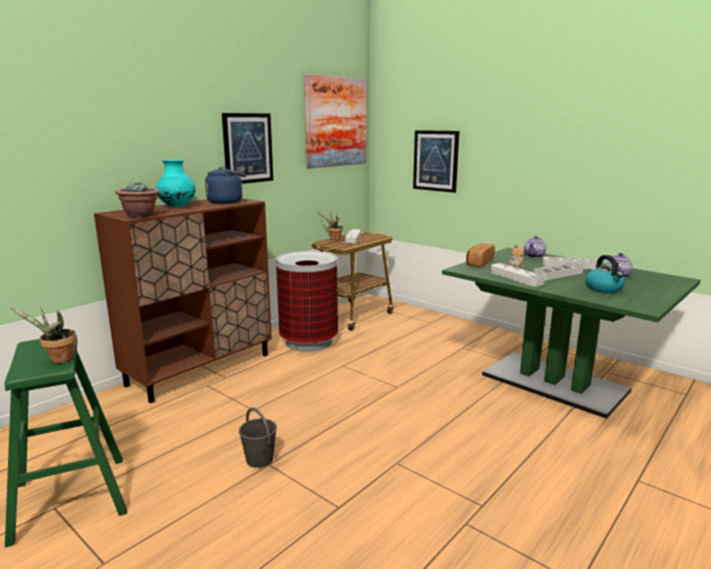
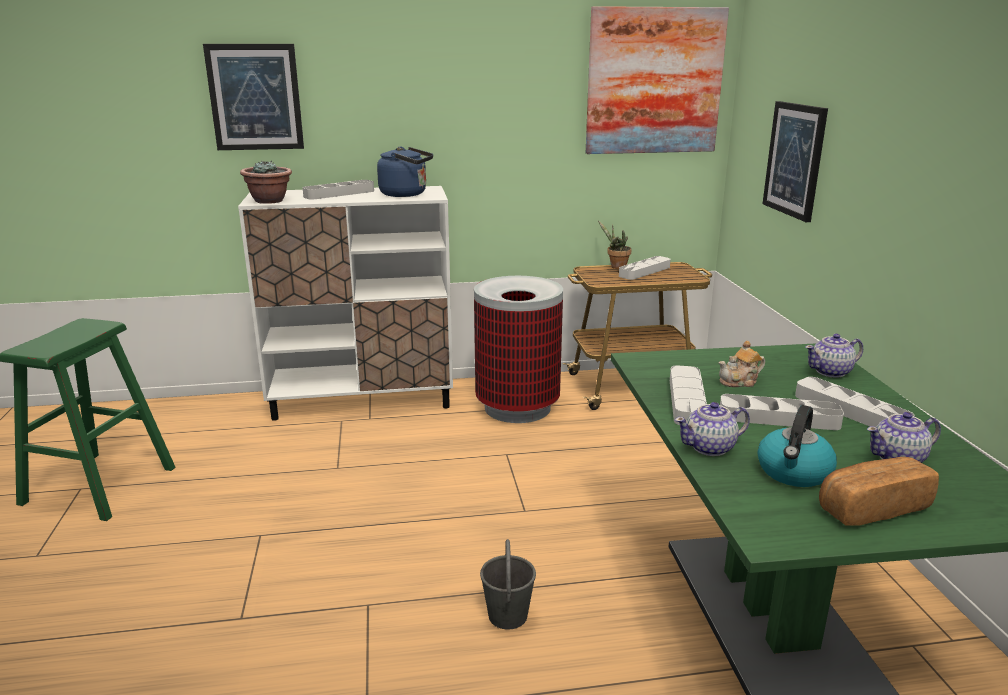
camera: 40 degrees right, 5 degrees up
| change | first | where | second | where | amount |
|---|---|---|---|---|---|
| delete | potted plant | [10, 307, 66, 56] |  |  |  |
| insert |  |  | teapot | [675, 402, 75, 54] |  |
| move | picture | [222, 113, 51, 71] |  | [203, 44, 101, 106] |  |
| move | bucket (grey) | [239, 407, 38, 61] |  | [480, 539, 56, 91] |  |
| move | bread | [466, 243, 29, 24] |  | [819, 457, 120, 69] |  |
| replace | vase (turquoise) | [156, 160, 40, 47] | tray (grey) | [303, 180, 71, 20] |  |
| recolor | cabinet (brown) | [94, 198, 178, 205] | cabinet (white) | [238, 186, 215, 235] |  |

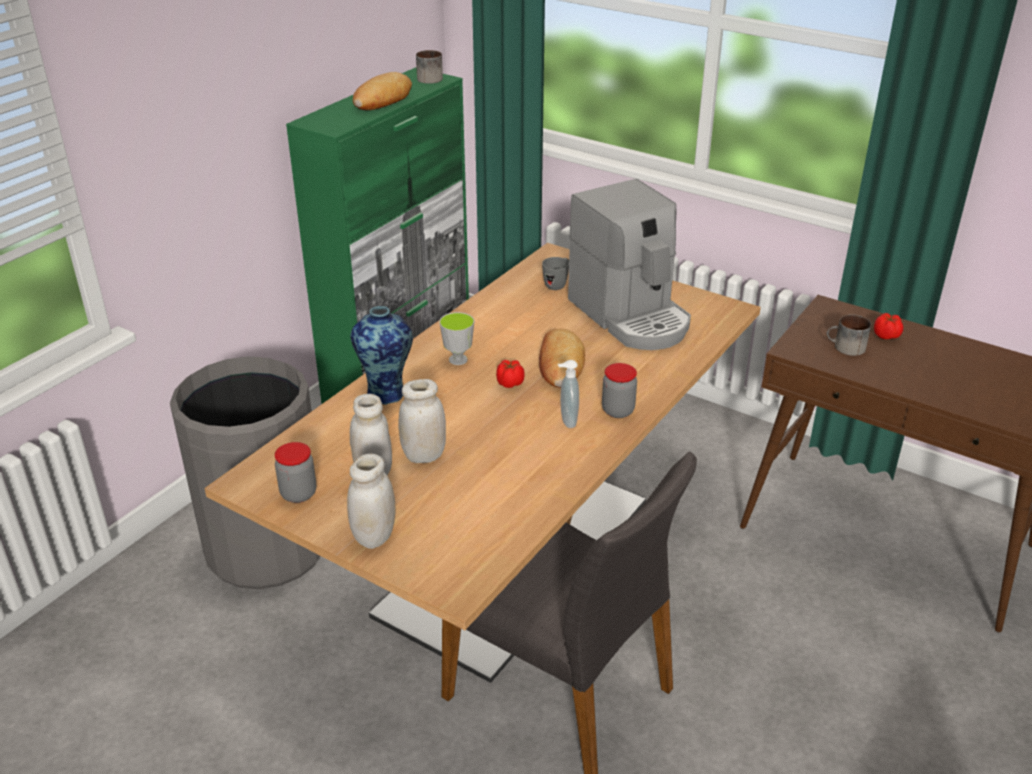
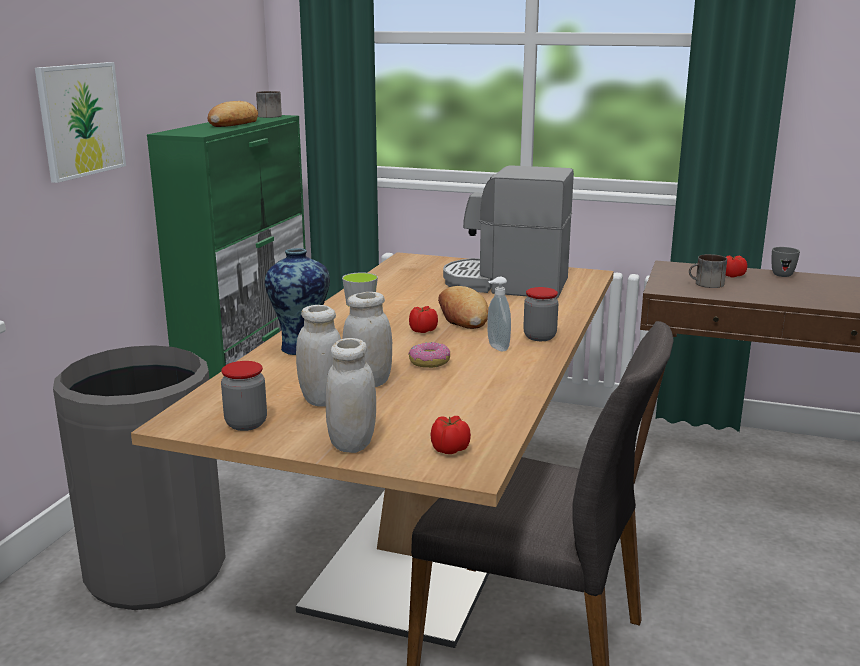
camera: 15 degrees left, 15 degrees down
| change | first | where | second | where | amount |
|---|---|---|---|---|---|
| insert |  |  | picture | [35, 62, 91, 121] |  |
| insert |  |  | donut | [408, 342, 42, 26] |  |
| insert |  |  | tomato | [430, 416, 41, 38] |  |
| move | mug (grey) | [542, 257, 27, 33] |  | [772, 247, 28, 30] |  |
| rotate | coffee machine | [568, 179, 123, 171] |  | [443, 165, 131, 134] | 150 degrees clockwise |

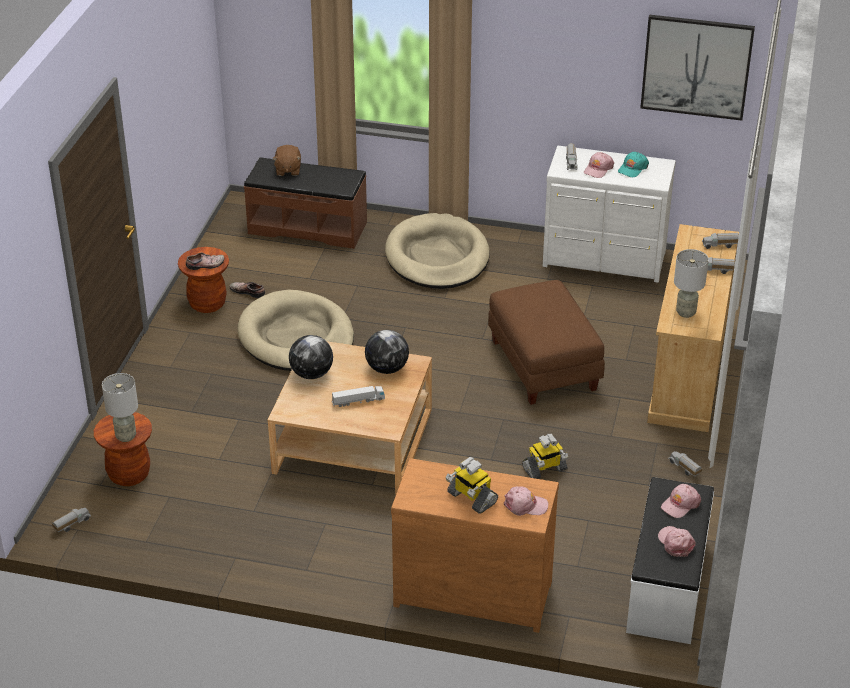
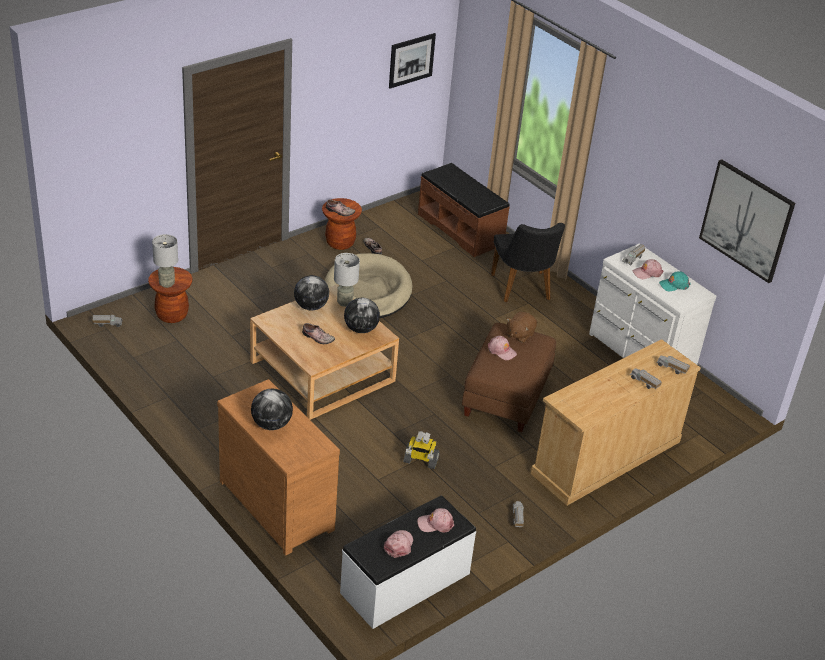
camera: 35 degrees right, 0 degrees up
| change | first | where | second | where | amount |
|---|---|---|---|---|---|
| insert |  |  | picture | [389, 33, 47, 55] |  |
| move | plush toy (brown) | [272, 145, 29, 31] |  | [506, 312, 31, 31] |  |
| move | cap (pink) | [504, 486, 45, 30] |  | [488, 336, 29, 24] |  |
| move | table lamp (grey) | [674, 249, 35, 69] |  | [334, 253, 26, 54] |  |
| replace | toy truck | [332, 386, 53, 21] | shoe | [302, 323, 33, 21] |  |
| replace | dog bed (beige) | [385, 213, 105, 76] | chair (black) | [491, 223, 74, 79] |  |
| replace | toy robot | [446, 457, 52, 57] | globe | [251, 389, 42, 41] |  |

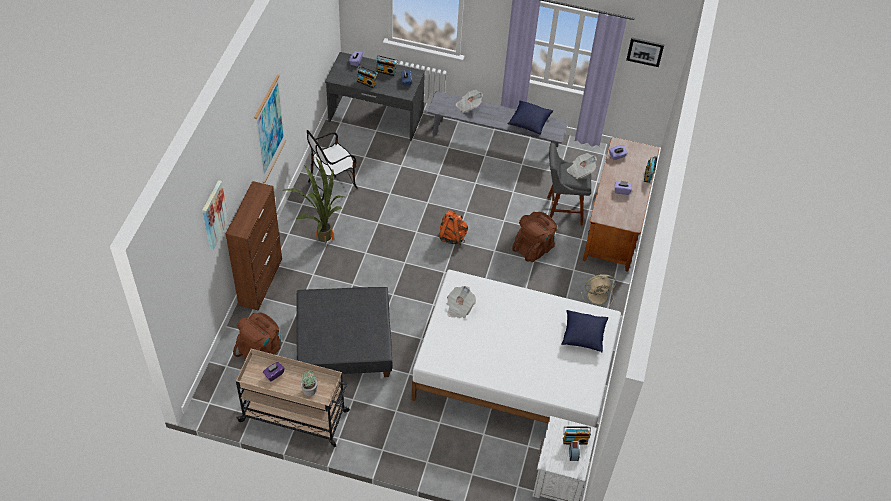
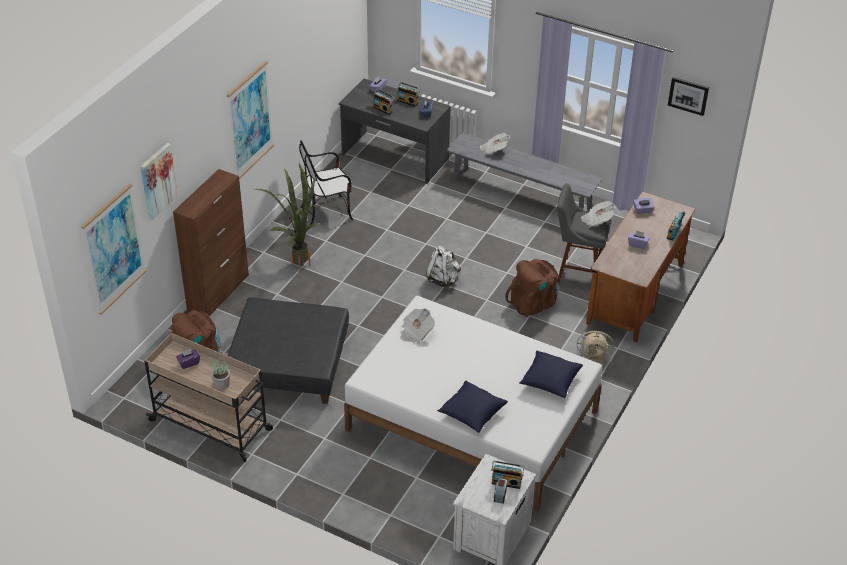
camera: 15 degrees right, 10 degrees down
| change | first | where | second | where | amount |
|---|---|---|---|---|---|
| insert |  |  | picture | [81, 184, 65, 131] |  |
| move | pillow (blue) | [507, 100, 46, 35] |  | [437, 380, 71, 53] |  |
| recolor | backpack (orange) | [438, 210, 30, 35] | backpack (white) | [426, 246, 35, 42] |  |

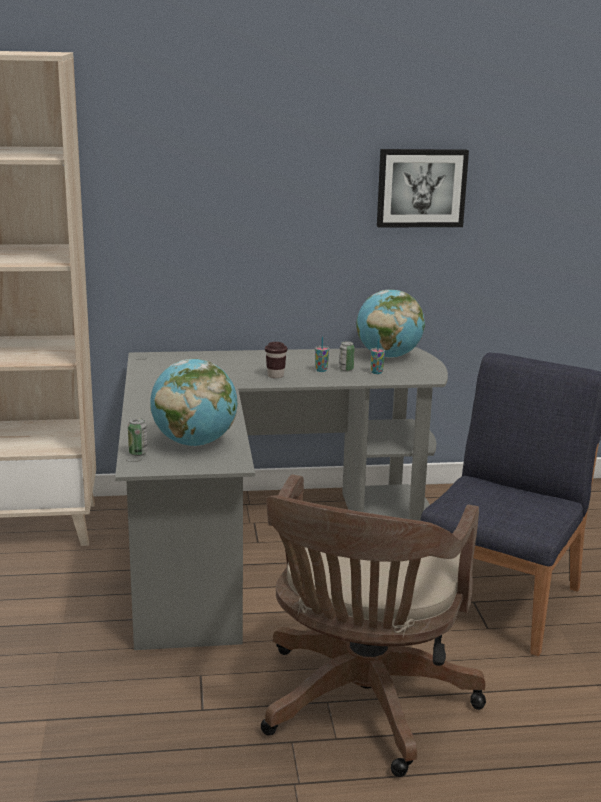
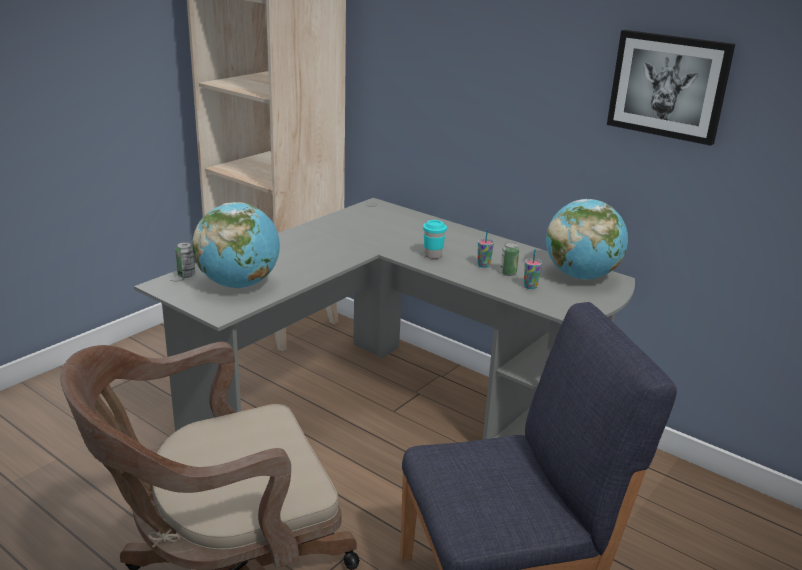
camera: 45 degrees right, 5 degrees up
| change | first | where | second | where | amount |
|---|---|---|---|---|---|
| recolor | cup (brown) | [265, 342, 22, 36] | cup (turquoise) | [423, 220, 24, 39] |  |

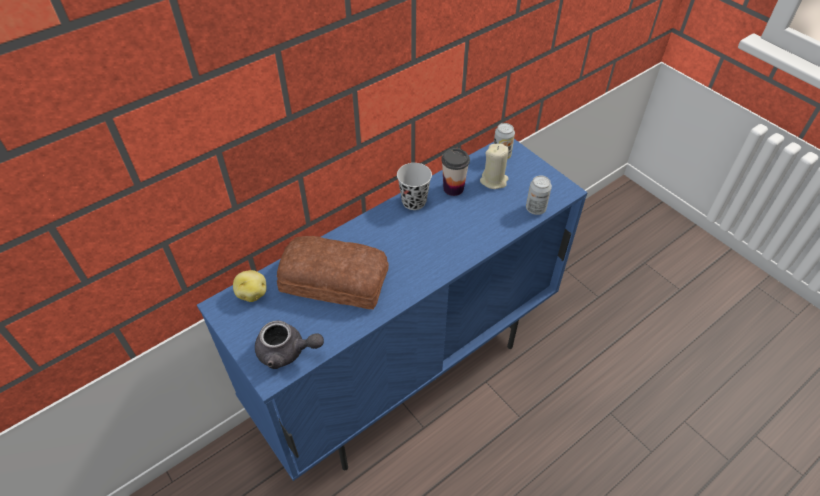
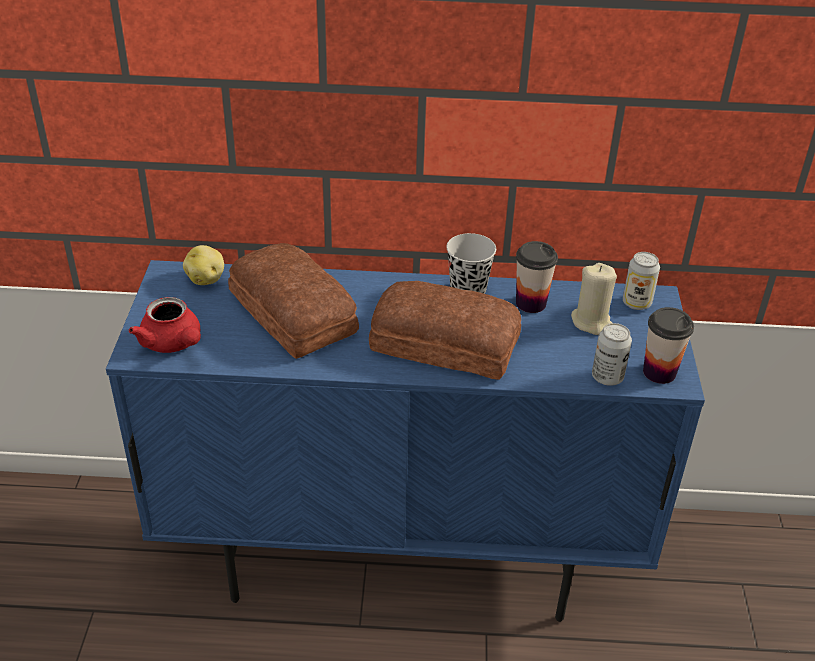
camera: 40 degrees right, 10 degrees down
| change | first | where | second | where | amount |
|---|---|---|---|---|---|
| insert |  |  | bread | [369, 281, 152, 99] |  |
| insert |  |  | cup | [643, 307, 51, 77] |  |
| recolor | teapot (grey) | [255, 321, 69, 48] | teapot (red) | [129, 297, 72, 56] |  |

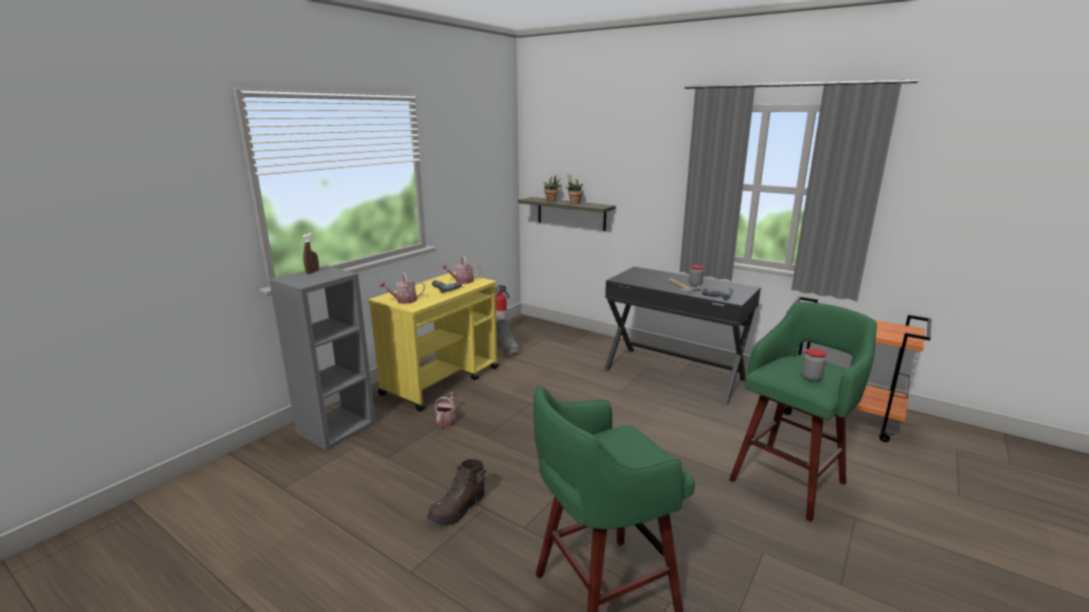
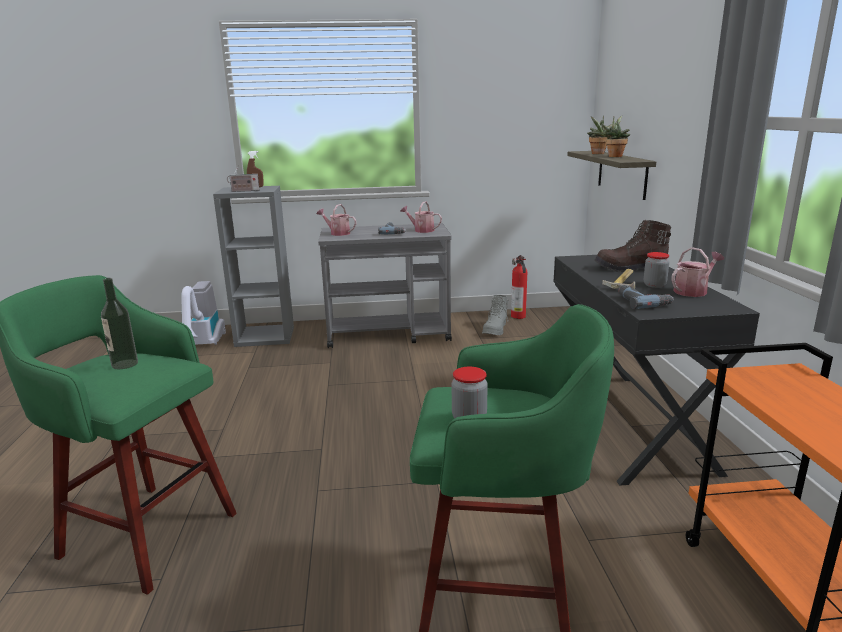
camera: 50 degrees right, 0 degrees up
| change | first | where | second | where | amount |
|---|---|---|---|---|---|
| insert |  |  | bottle | [101, 278, 37, 91] |  |
| insert |  |  | vacuum cleaner | [181, 281, 45, 64] |  |
| insert |  |  | radio | [227, 166, 33, 26] |  |
| move | boot (brown) | [427, 459, 59, 67] |  | [594, 220, 77, 52] |  |
| move | watering can | [434, 392, 23, 36] |  | [671, 247, 53, 50] |  |
| recolor | cart (yellow) | [368, 272, 130, 140] | cart (grey) | [318, 223, 134, 125] |  |

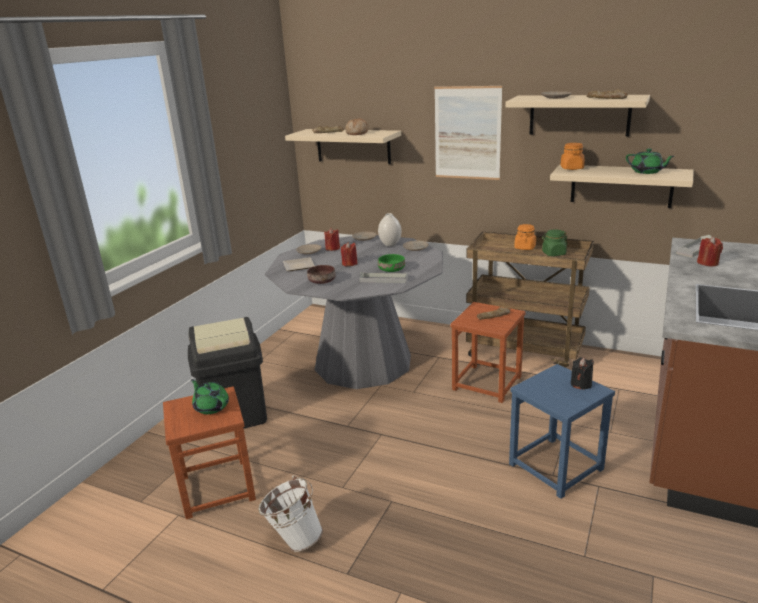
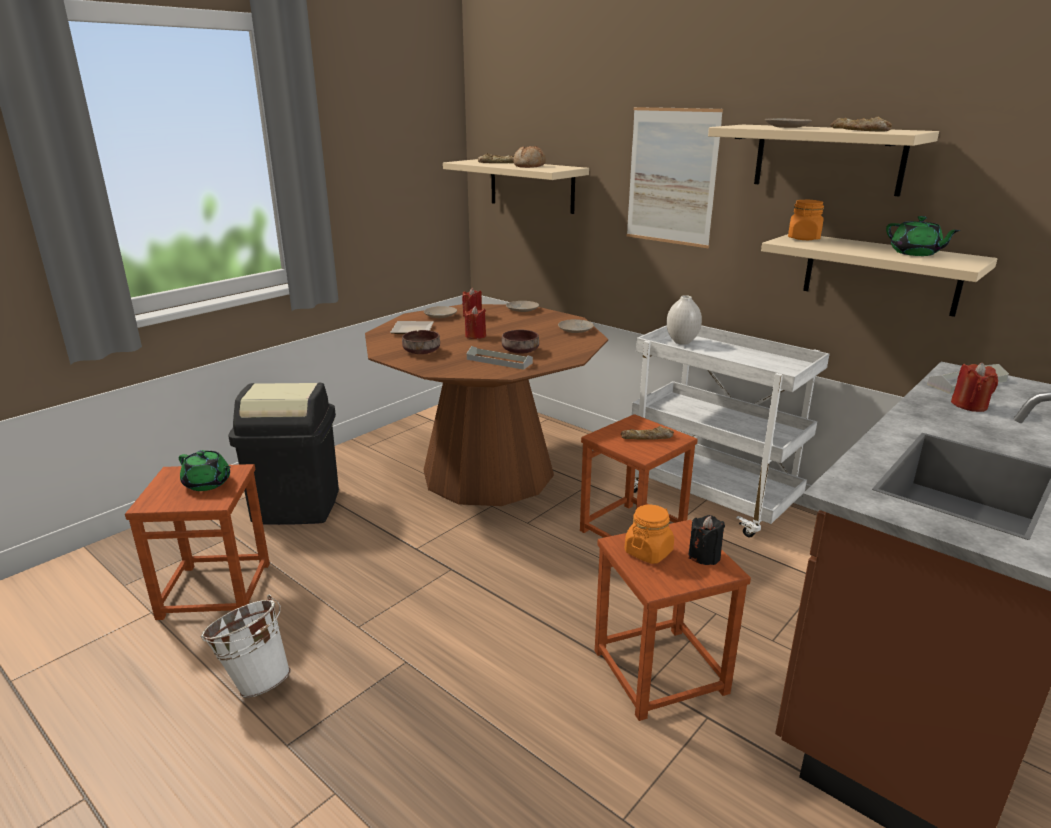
camera: 15 degrees right, 0 degrees up
| change | first | where | second | where | amount |
|---|---|---|---|---|---|
| delete | jar (green) | [542, 229, 26, 27] |  |  |  |
| move | vase (white) | [378, 213, 23, 33] |  | [666, 295, 36, 50] |  |
| move | jar (orange) | [514, 224, 22, 26] |  | [625, 505, 49, 59] |  |
| recolor | dining table (grey) | [265, 235, 178, 154] | dining table (brown) | [365, 304, 243, 202] |  |
| recolor | bowl (green) | [378, 254, 27, 18] | bowl (brown) | [502, 330, 37, 24] |  |
| recolor | cart (brown) | [466, 232, 128, 136] | cart (white) | [632, 325, 197, 212] |  |
| recolor | stool (blue) | [509, 364, 106, 135] | stool (brown) | [595, 520, 156, 201] |  |
| rotate | teapot (green) | [191, 379, 38, 35] |  | [179, 450, 52, 41] | 150 degrees clockwise |

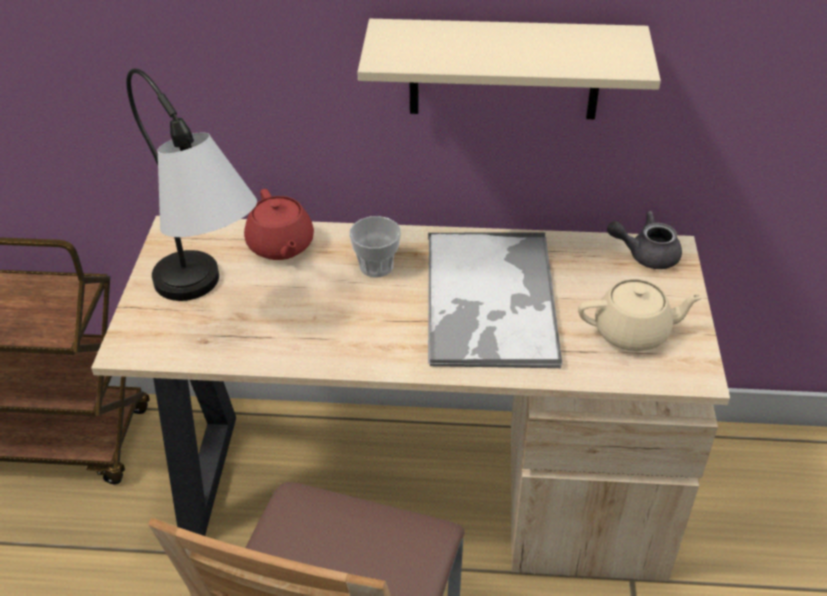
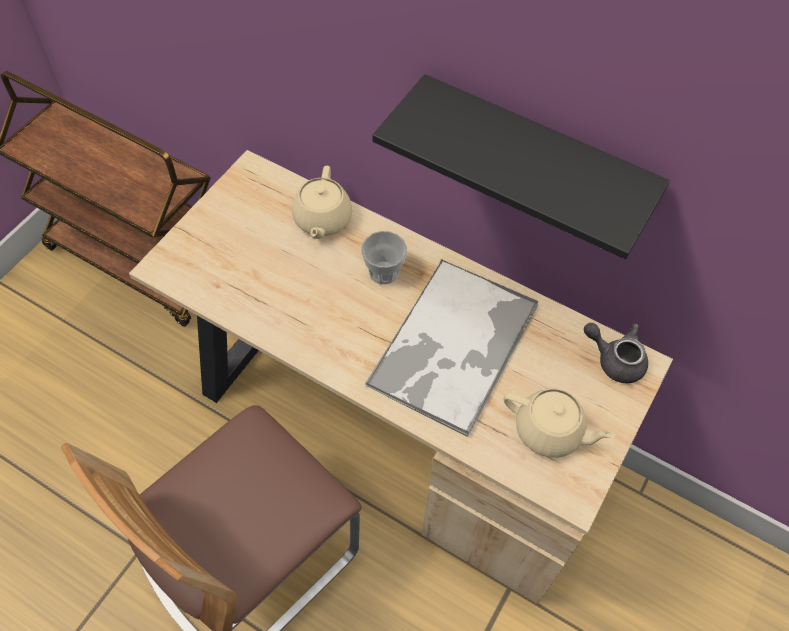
camera: 25 degrees right, 15 degrees up
| change | first | where | second | where | amount |
|---|---|---|---|---|---|
| delete | table lamp | [126, 68, 131, 233] |  |  |  |
| recolor | teapot (red) | [244, 189, 70, 71] | teapot (beige) | [292, 166, 60, 73] |  |
| recolor | shelf (beige) | [358, 19, 303, 100] | shelf (black) | [372, 74, 298, 185] |  |

